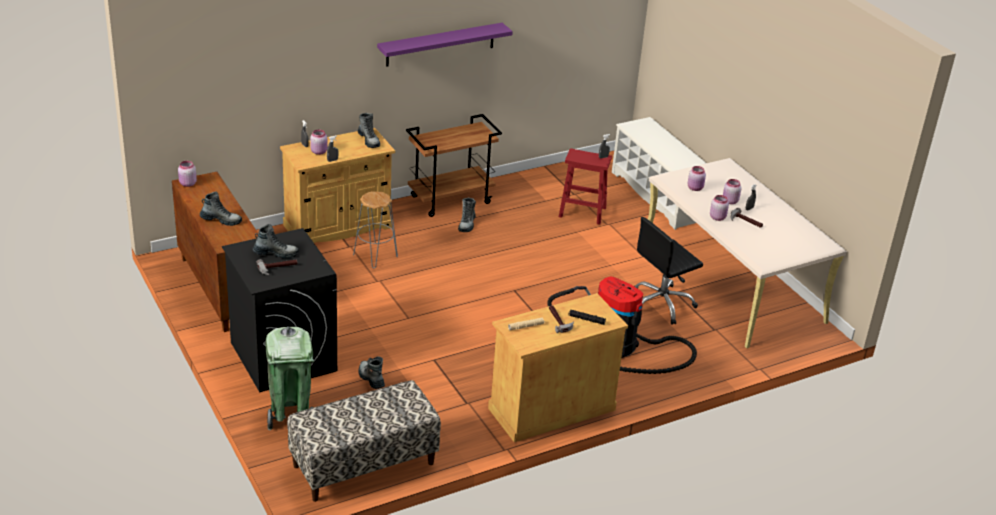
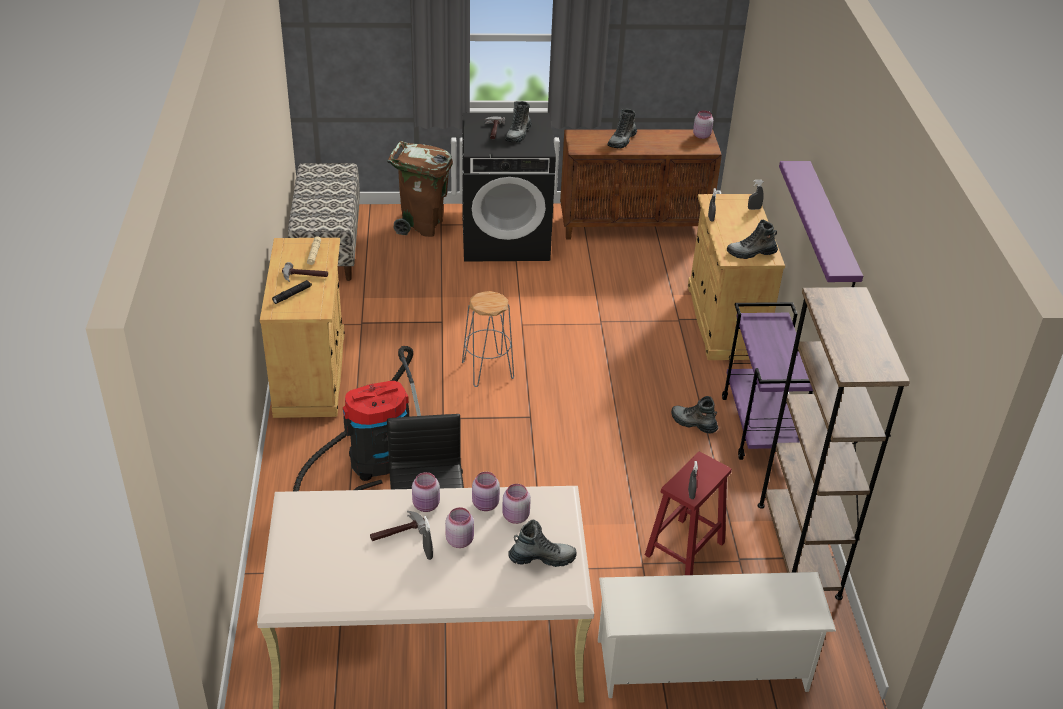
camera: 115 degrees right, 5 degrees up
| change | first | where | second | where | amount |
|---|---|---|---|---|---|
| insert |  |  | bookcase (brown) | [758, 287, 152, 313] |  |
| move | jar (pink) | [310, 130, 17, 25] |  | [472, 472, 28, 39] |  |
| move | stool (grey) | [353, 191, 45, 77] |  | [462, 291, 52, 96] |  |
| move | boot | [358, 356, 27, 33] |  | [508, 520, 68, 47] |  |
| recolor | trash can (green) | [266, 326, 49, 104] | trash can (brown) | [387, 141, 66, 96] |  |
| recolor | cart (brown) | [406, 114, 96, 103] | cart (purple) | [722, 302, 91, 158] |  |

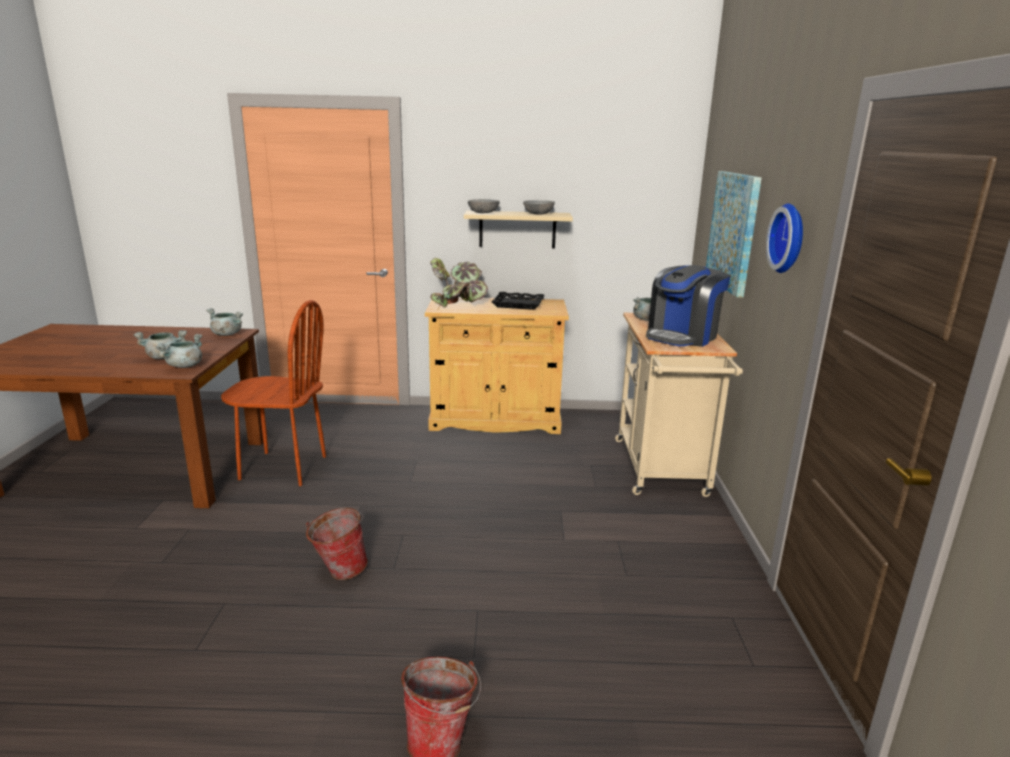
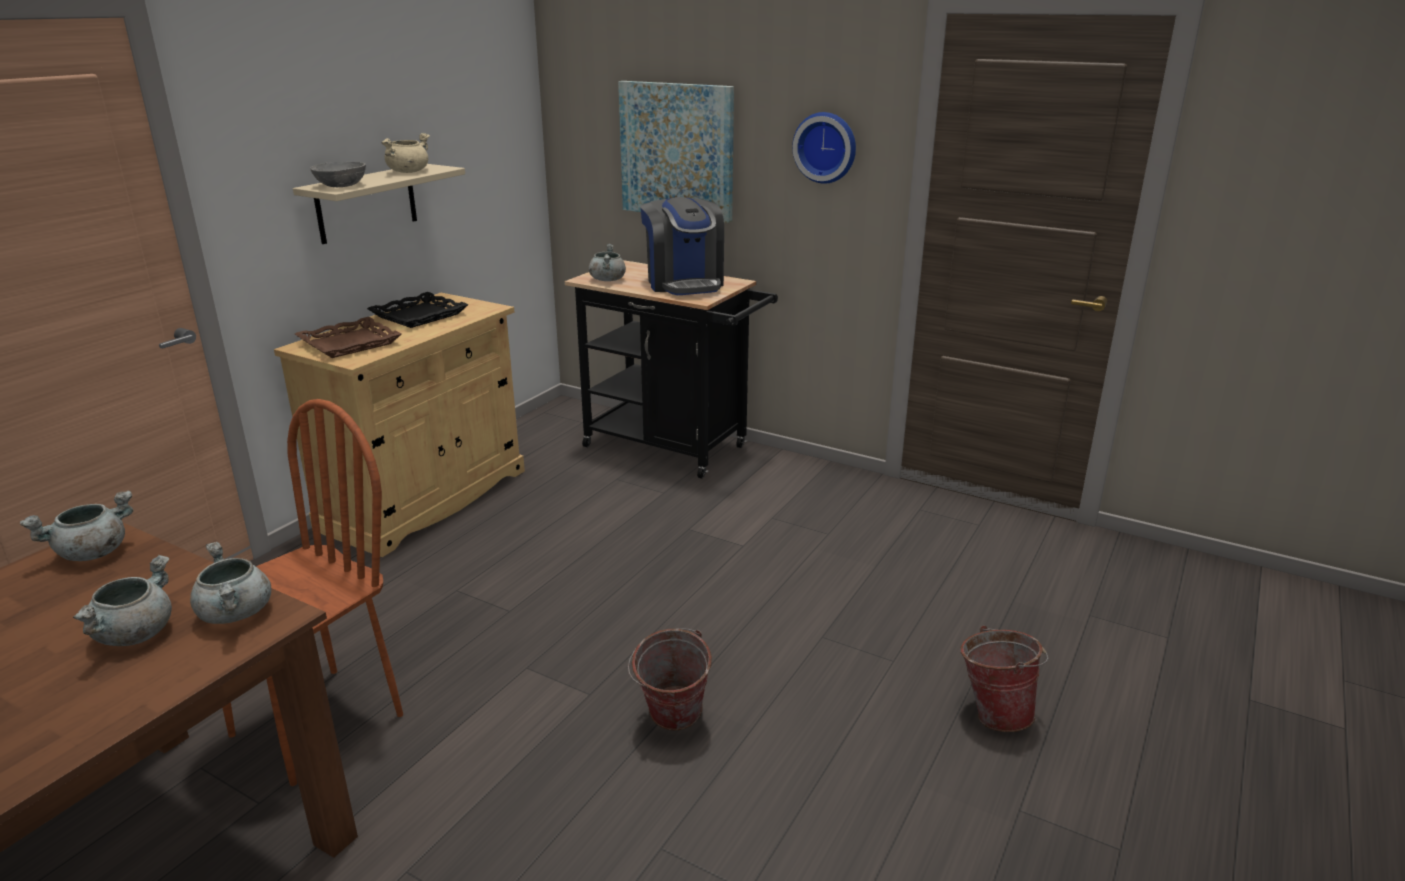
camera: 60 degrees left, 5 degrees up
| change | first | where | second | where | amount |
|---|---|---|---|---|---|
| replace | potted plant | [430, 258, 58, 49] | tray (brown) | [295, 317, 106, 41] |  |
| replace | bowl (grey) | [523, 200, 32, 14] | cooking pot (beige) | [381, 133, 49, 40] |  |
| recolor | cart (beige) | [615, 313, 128, 184] | cart (black) | [564, 260, 214, 219] |  |

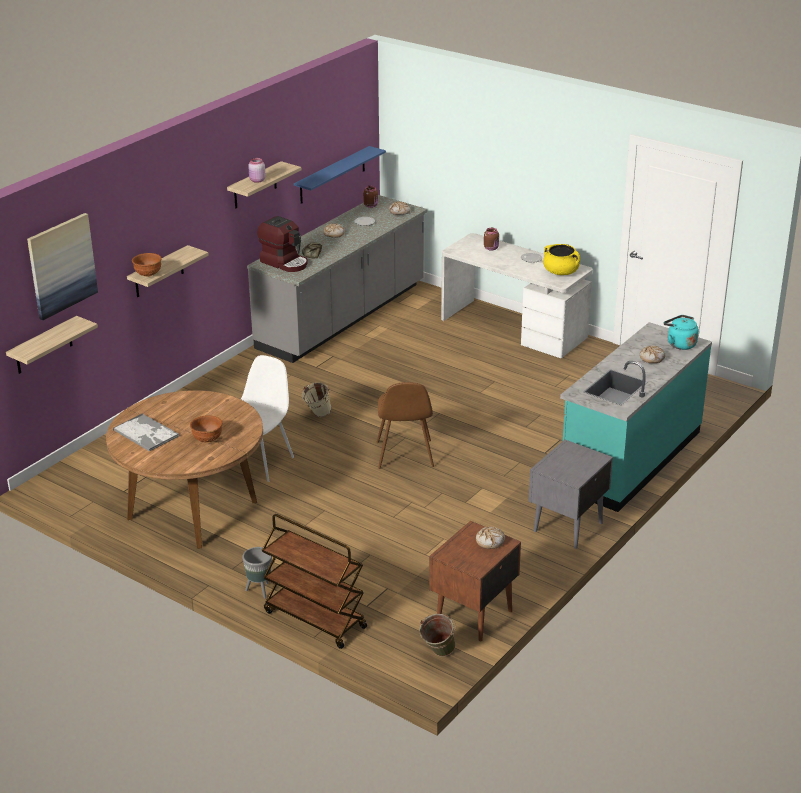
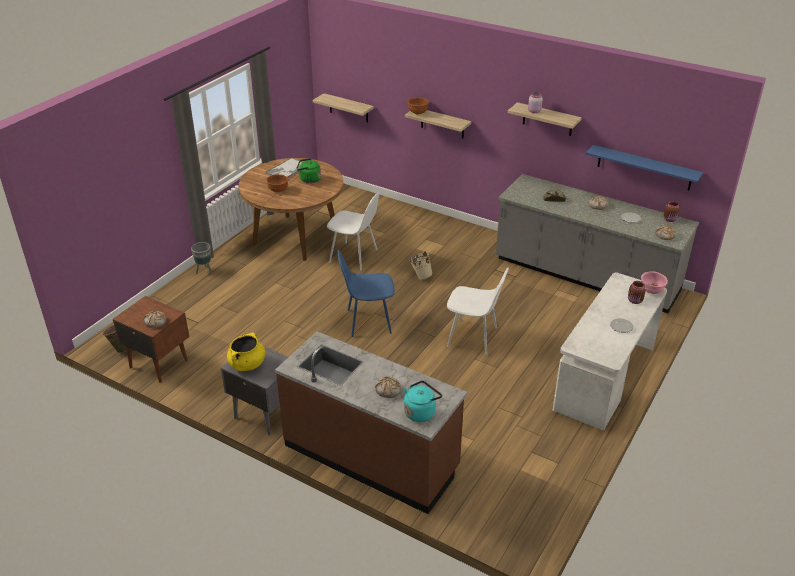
camera: 85 degrees right, 5 degrees up
| change | first | where | second | where | amount |
|---|---|---|---|---|---|
| delete | picture | [27, 213, 71, 107] |  |  |  |
| delete | coffee machine | [257, 216, 51, 56] |  |  |  |
| delete | cart (brown) | [262, 514, 105, 135] |  |  |  |
| insert |  |  | kettle (green) | [296, 158, 25, 25] |  |
| insert |  |  | chair (white) | [447, 267, 62, 88] |  |
| insert |  |  | bowl (pink) | [641, 271, 27, 23] |  |
| move | cooking pot (yellow) | [543, 244, 37, 31] |  | [227, 332, 38, 39] |  |
| recolor | chair (brown) | [377, 382, 57, 87] | chair (blue) | [337, 250, 58, 87] |  |
| recolor | counter (turquoise) | [560, 322, 152, 190] | counter (brown) | [275, 331, 192, 183] |  |

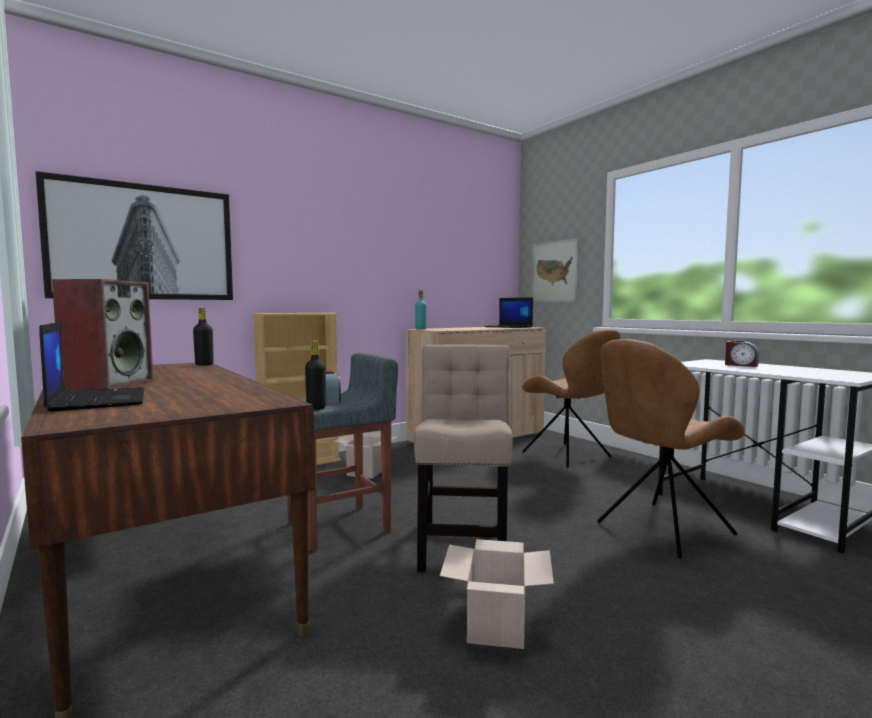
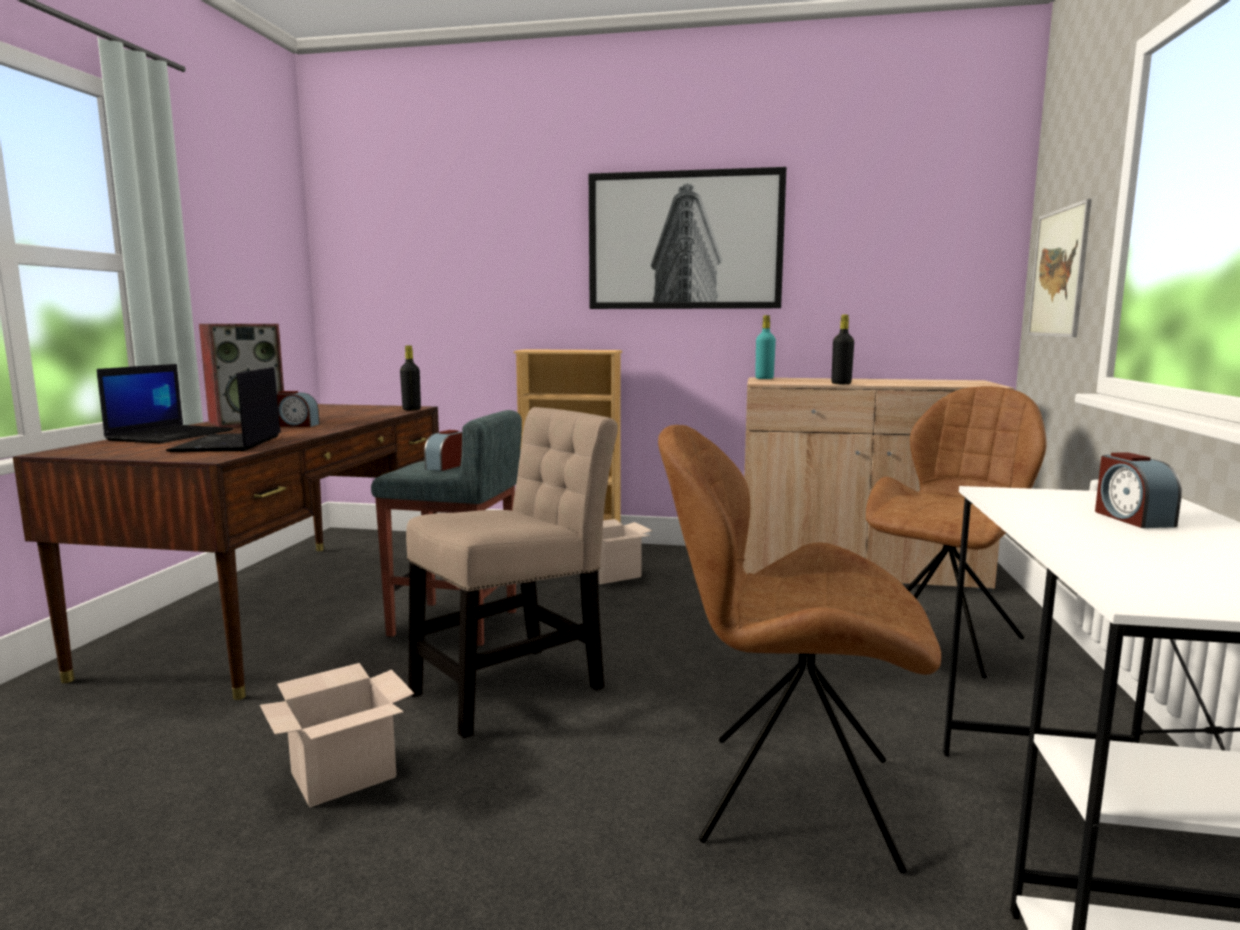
camera: 45 degrees right, 5 degrees up
| change | first | where | second | where | amount |
|---|---|---|---|---|---|
| insert |  |  | alarm clock | [277, 391, 43, 36] |  |
| move | picture | [35, 171, 198, 129] |  | [589, 167, 198, 142] |  |
| move | bottle (black) | [305, 341, 21, 69] |  | [832, 315, 22, 69] |  |
| move | laptop | [484, 298, 49, 30] |  | [166, 367, 115, 85] |  |
| rotate | chair (brown) | [522, 329, 99, 139] |  | [866, 386, 181, 292] | 150 degrees counterclockwise |

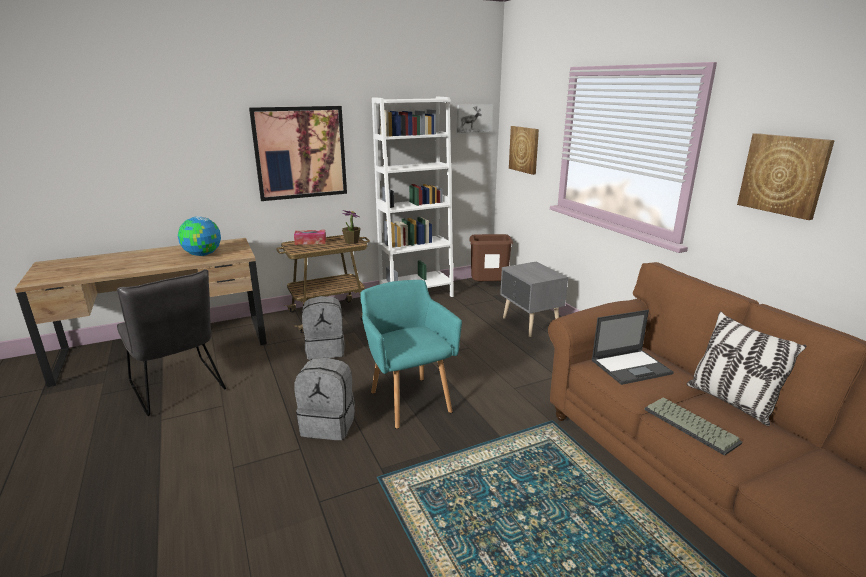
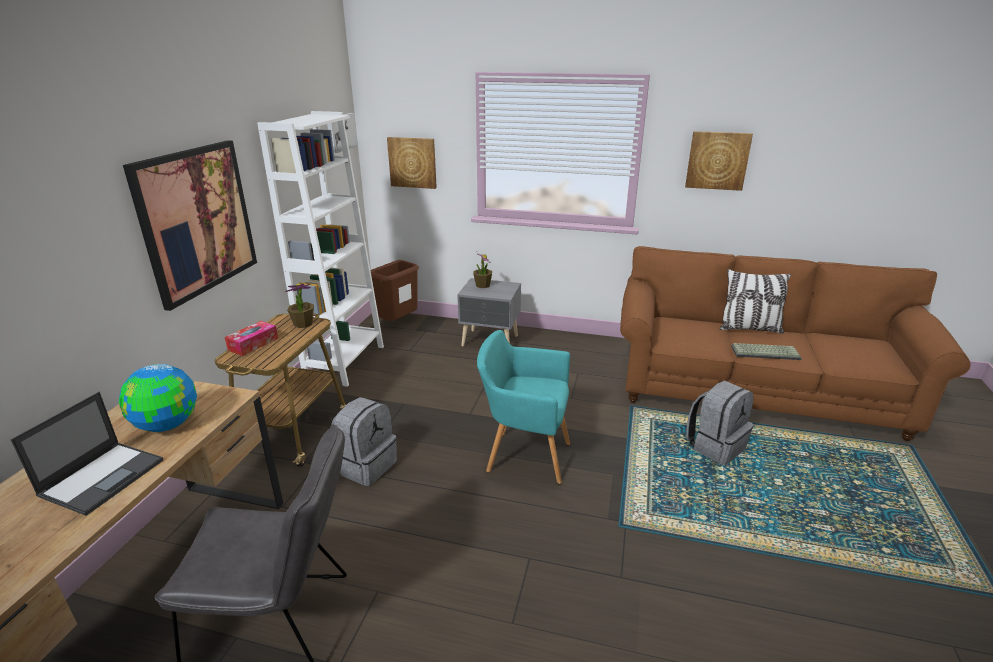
camera: 50 degrees left, 5 degrees up
| change | first | where | second | where | amount |
|---|---|---|---|---|---|
| insert |  |  | potted plant | [473, 254, 19, 34] |  |
| move | backpack (grey) | [294, 358, 61, 82] |  | [686, 380, 67, 85] |  |
| move | laptop | [591, 310, 83, 75] |  | [10, 392, 153, 124] |  |

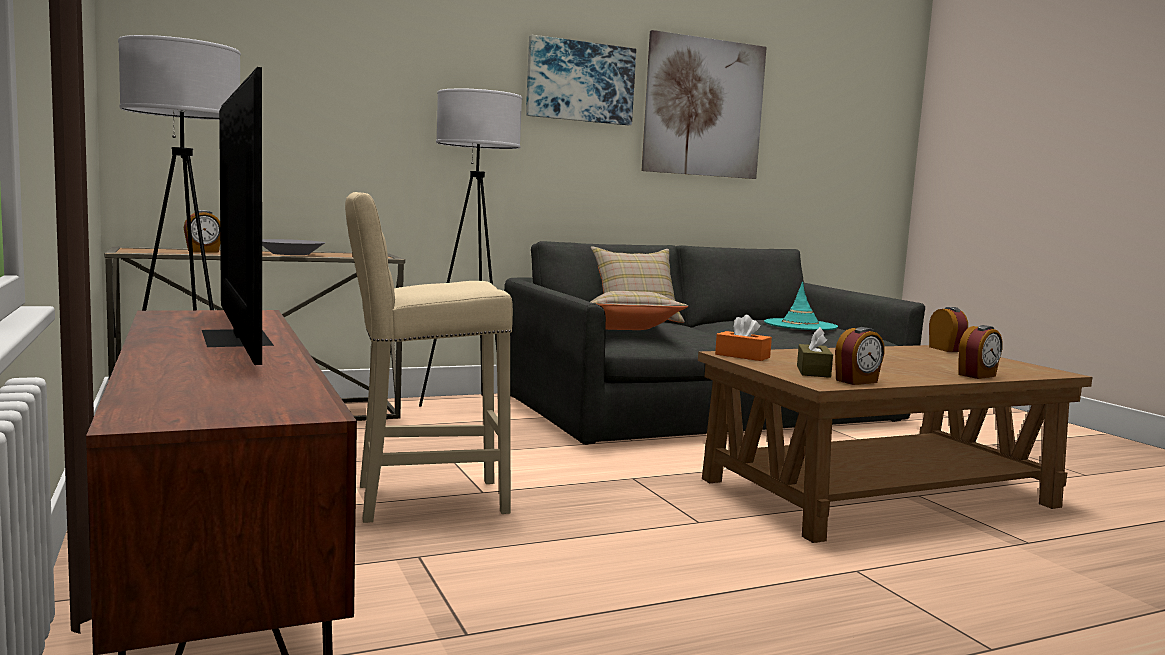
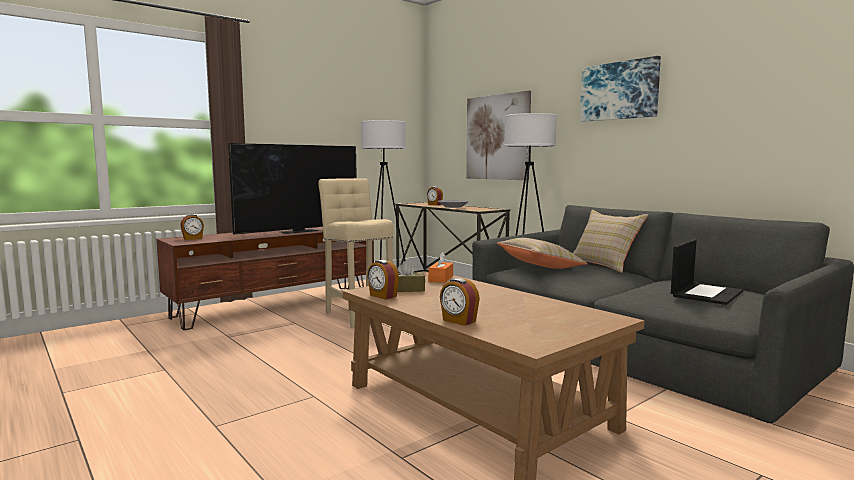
camera: 75 degrees right, 0 degrees up
| change | first | where | second | where | amount |
|---|---|---|---|---|---|
| move | picture | [642, 30, 125, 149] |  | [466, 90, 65, 90] |  |
| move | alarm clock | [929, 307, 39, 45] |  | [180, 214, 24, 26] |  |
| replace | hat (turquoise) | [764, 282, 74, 48] | laptop | [671, 239, 72, 66] |  |

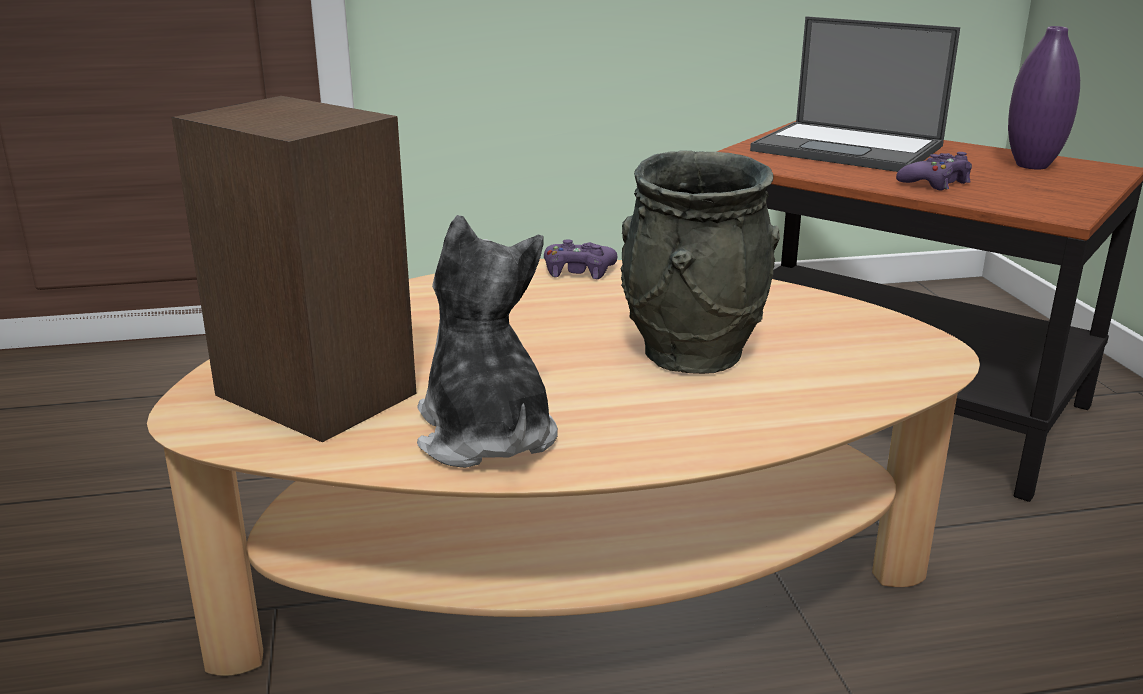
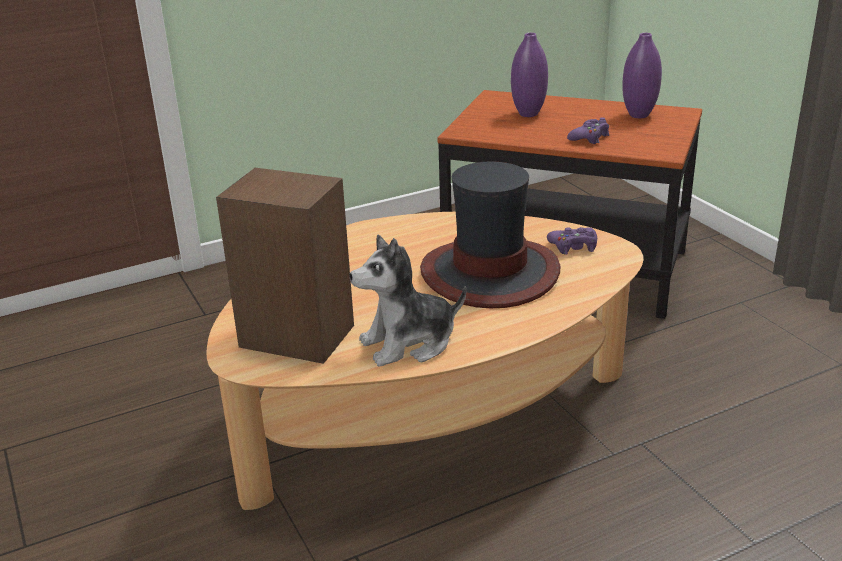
camera: 15 degrees left, 5 degrees up
| change | first | where | second | where | amount |
|---|---|---|---|---|---|
| move | game controller (purple) | [544, 239, 73, 40] |  | [547, 227, 50, 28] |  |
| replace | vase (grey) | [621, 151, 159, 223] | hat | [420, 161, 140, 147] |  |
| replace | laptop | [750, 16, 210, 156] | vase (purple) | [511, 33, 37, 84] |  |
| rotate | plush toy | [417, 215, 141, 253] |  | [350, 235, 116, 132] | 75 degrees counterclockwise |

